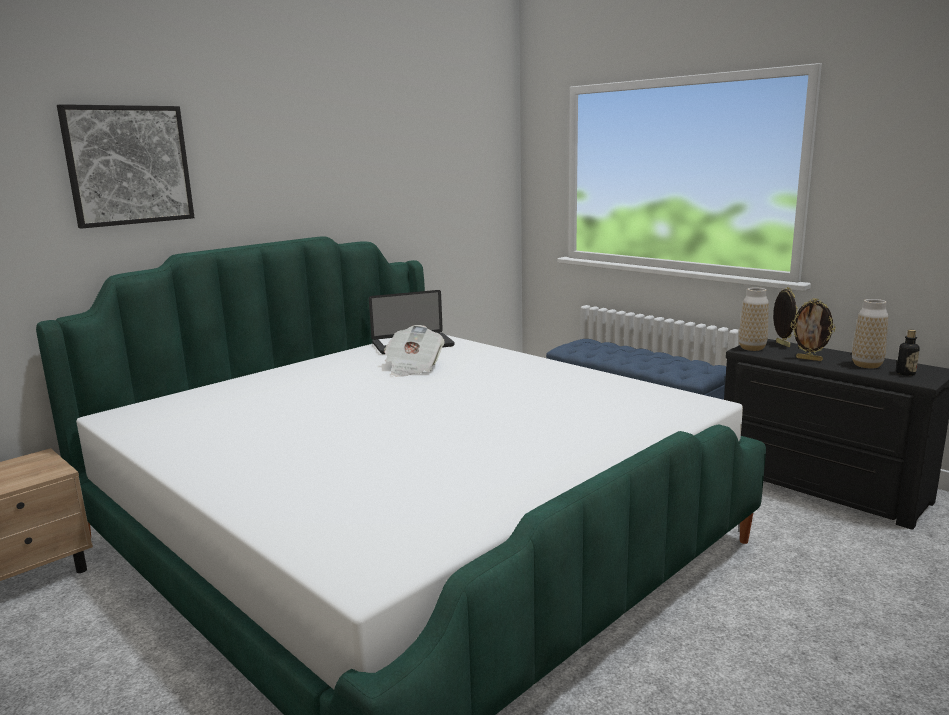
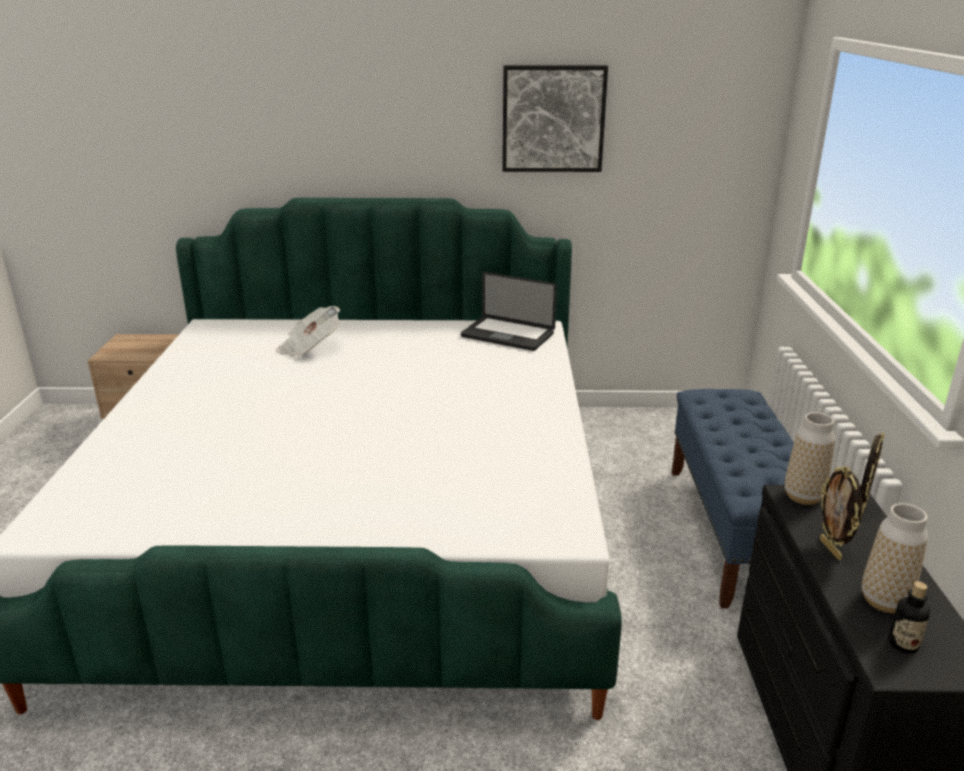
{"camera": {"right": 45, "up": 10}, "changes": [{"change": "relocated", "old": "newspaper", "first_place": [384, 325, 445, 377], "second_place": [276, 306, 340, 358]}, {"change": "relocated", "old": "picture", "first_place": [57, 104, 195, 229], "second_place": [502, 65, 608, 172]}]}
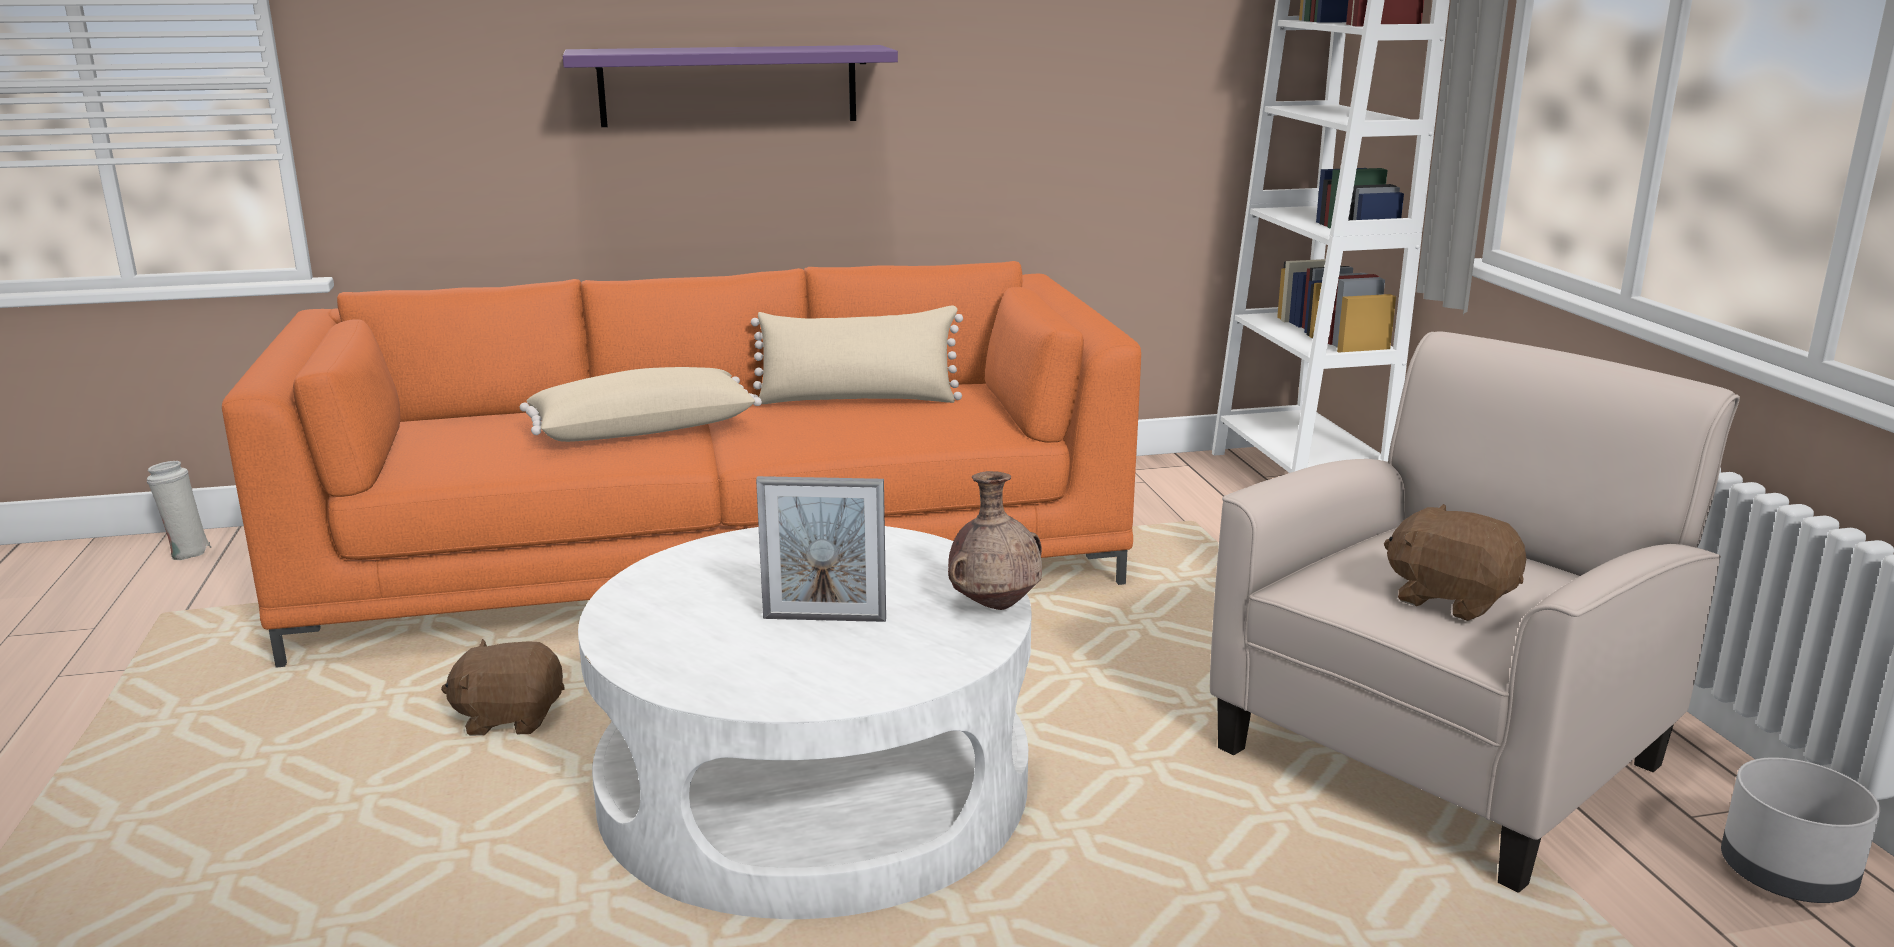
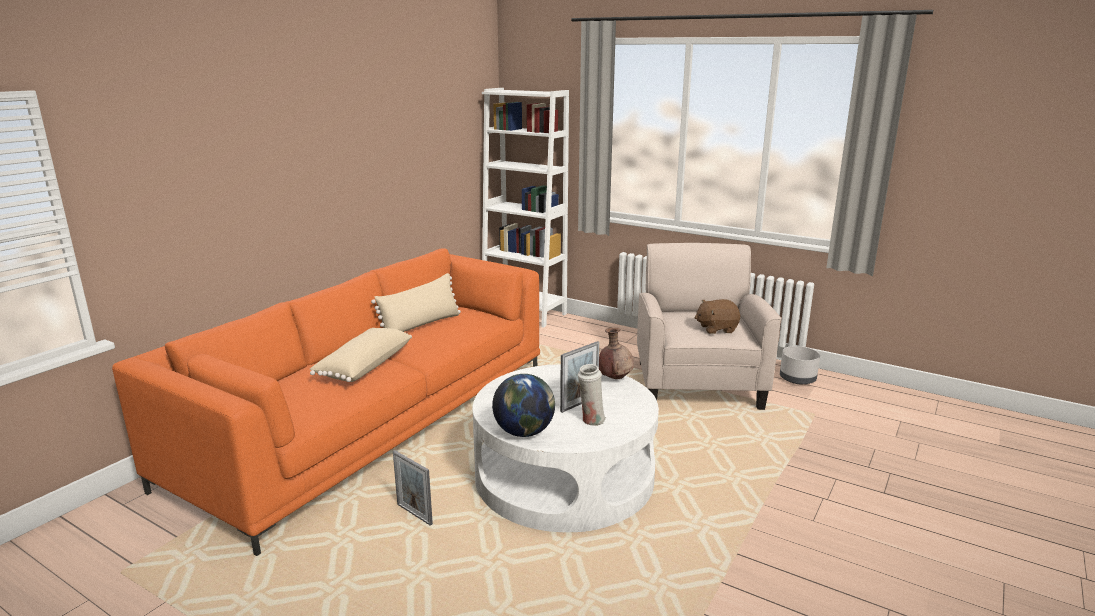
{"camera": {"right": -45, "up": 0}, "changes": [{"change": "exchanged", "old": "brown plush toy", "new": "picture frame", "first_place": [441, 639, 565, 736], "second_place": [393, 450, 433, 526]}, {"change": "appeared", "new": "globe", "second_place": [492, 374, 555, 437]}, {"change": "relocated", "old": "white vase", "first_place": [147, 461, 211, 560], "second_place": [578, 364, 606, 426]}, {"change": "missing", "old": "purple shelf", "first_place": [563, 45, 898, 127]}]}
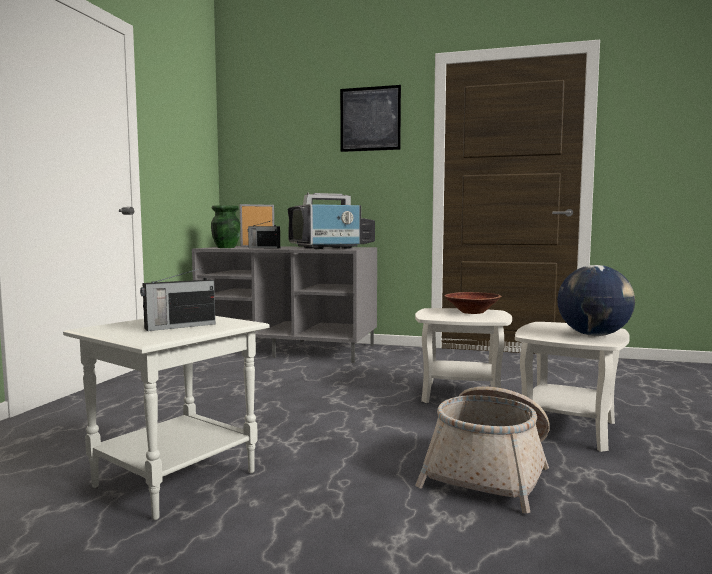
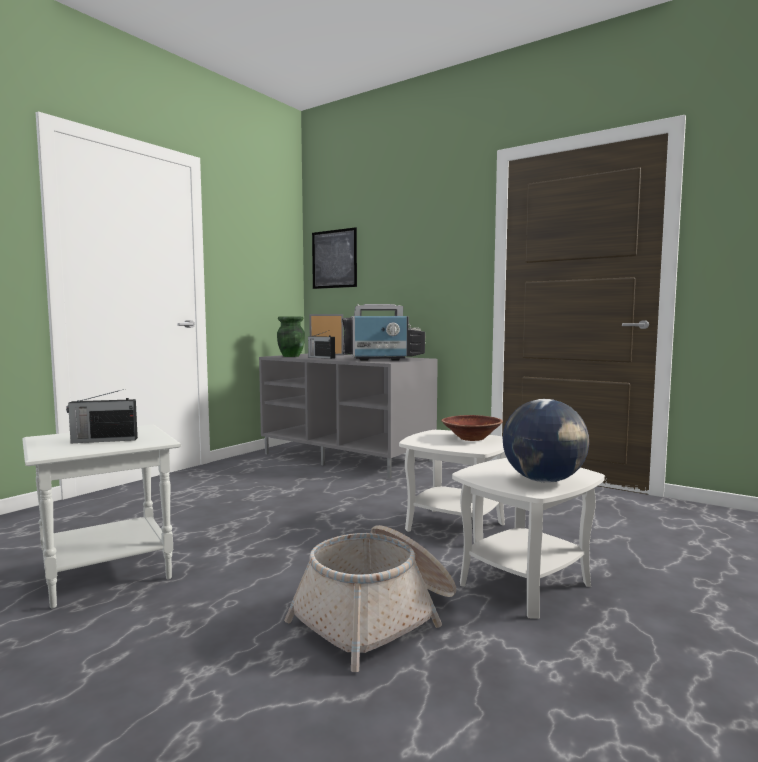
{"camera": {"right": 20, "up": 0}, "changes": [{"change": "relocated", "old": "picture", "first_place": [340, 85, 401, 152], "second_place": [312, 227, 357, 289]}]}
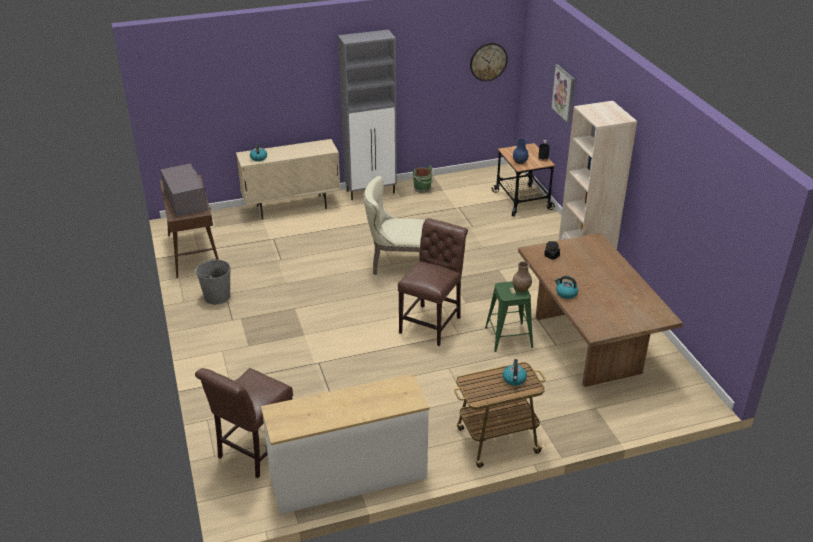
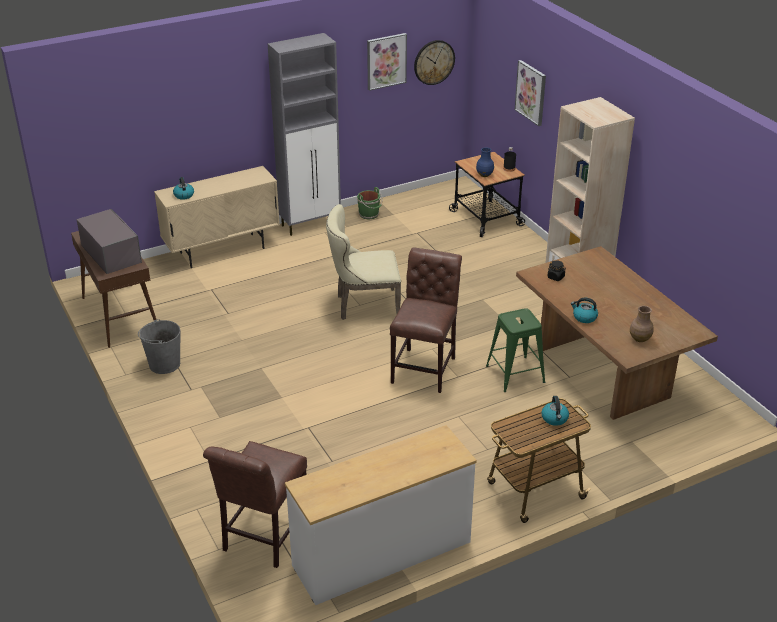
{"camera": {"right": -10, "up": 0}, "changes": [{"change": "appeared", "new": "picture", "second_place": [367, 33, 407, 91]}, {"change": "relocated", "old": "brown vase", "first_place": [512, 261, 532, 292], "second_place": [630, 306, 653, 342]}]}
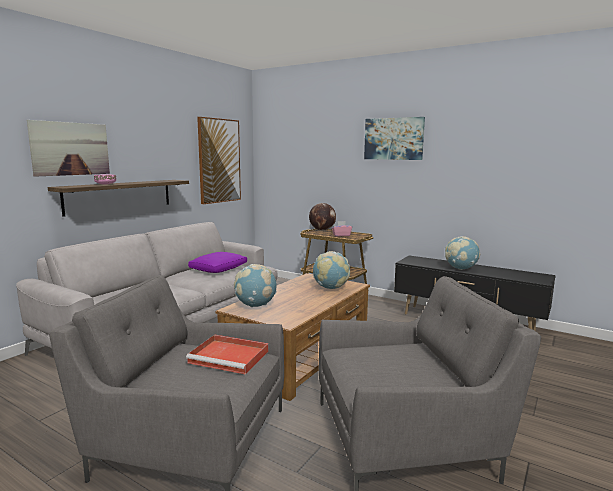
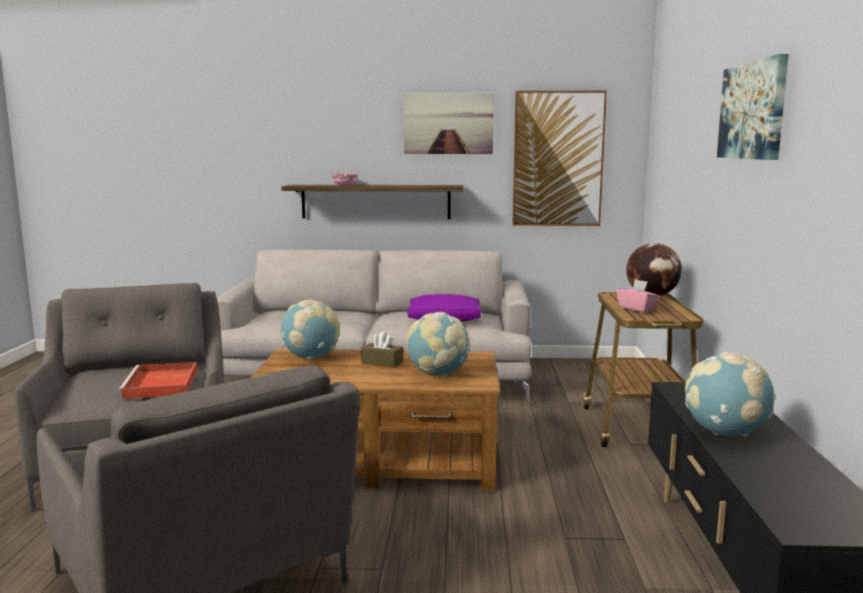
{"camera": {"right": 60, "up": 0}, "changes": [{"change": "appeared", "new": "brown tissue box", "second_place": [361, 332, 403, 368]}, {"change": "relocated", "old": "picture", "first_place": [27, 120, 110, 177], "second_place": [404, 93, 494, 154]}]}
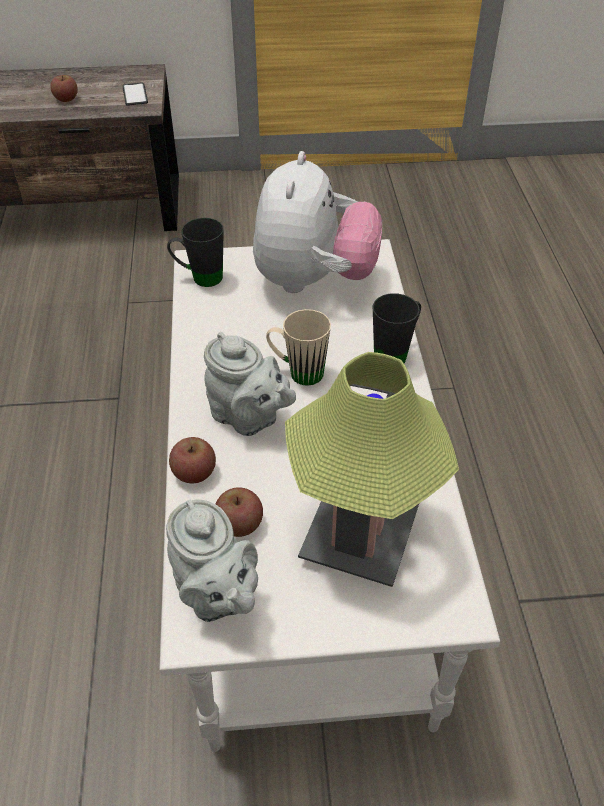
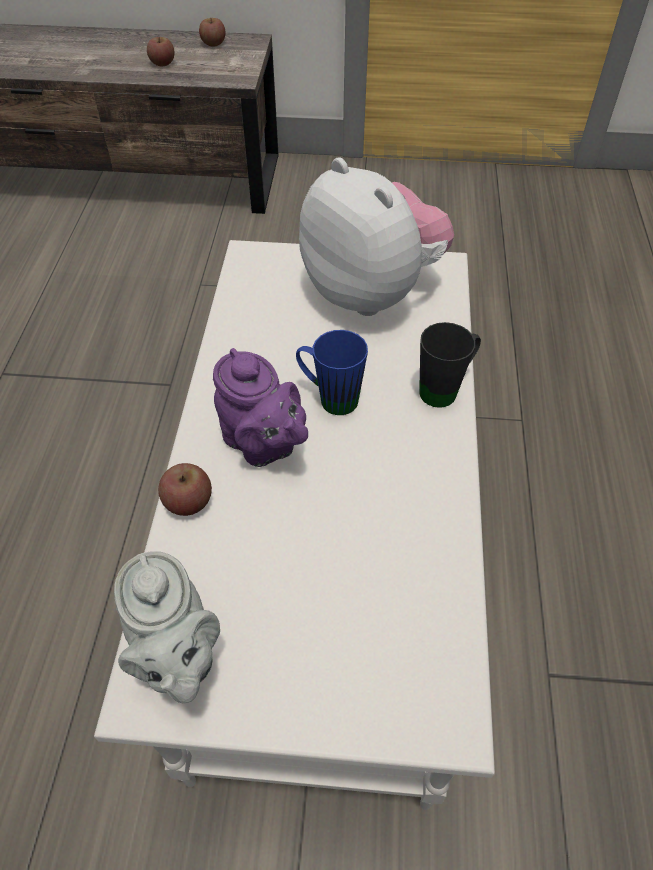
{"camera": {"right": 10, "up": 5}, "changes": [{"change": "relocated", "old": "apple", "first_place": [215, 487, 263, 537], "second_place": [199, 18, 226, 47]}, {"change": "colour", "old": "grey teapot", "new": "purple teapot", "first_place": [204, 332, 296, 436], "second_place": [213, 348, 308, 467]}, {"change": "colour", "old": "beige mug", "new": "blue mug", "first_place": [266, 309, 331, 386], "second_place": [296, 330, 368, 415]}, {"change": "spun", "old": "plush toy", "first_place": [253, 151, 382, 293], "second_place": [299, 157, 454, 316], "degrees": -60}, {"change": "missing", "old": "phone", "first_place": [122, 82, 148, 106]}, {"change": "missing", "old": "black mug", "first_place": [167, 218, 224, 287]}, {"change": "missing", "old": "table lamp", "first_place": [285, 352, 459, 587]}]}
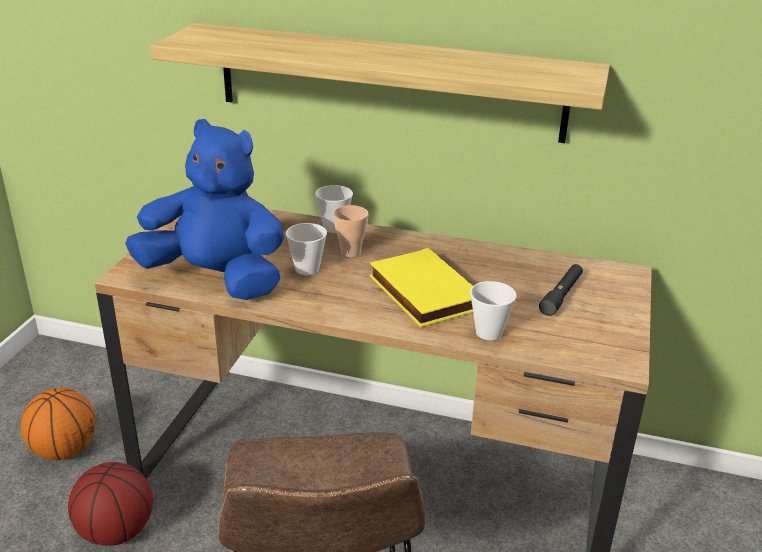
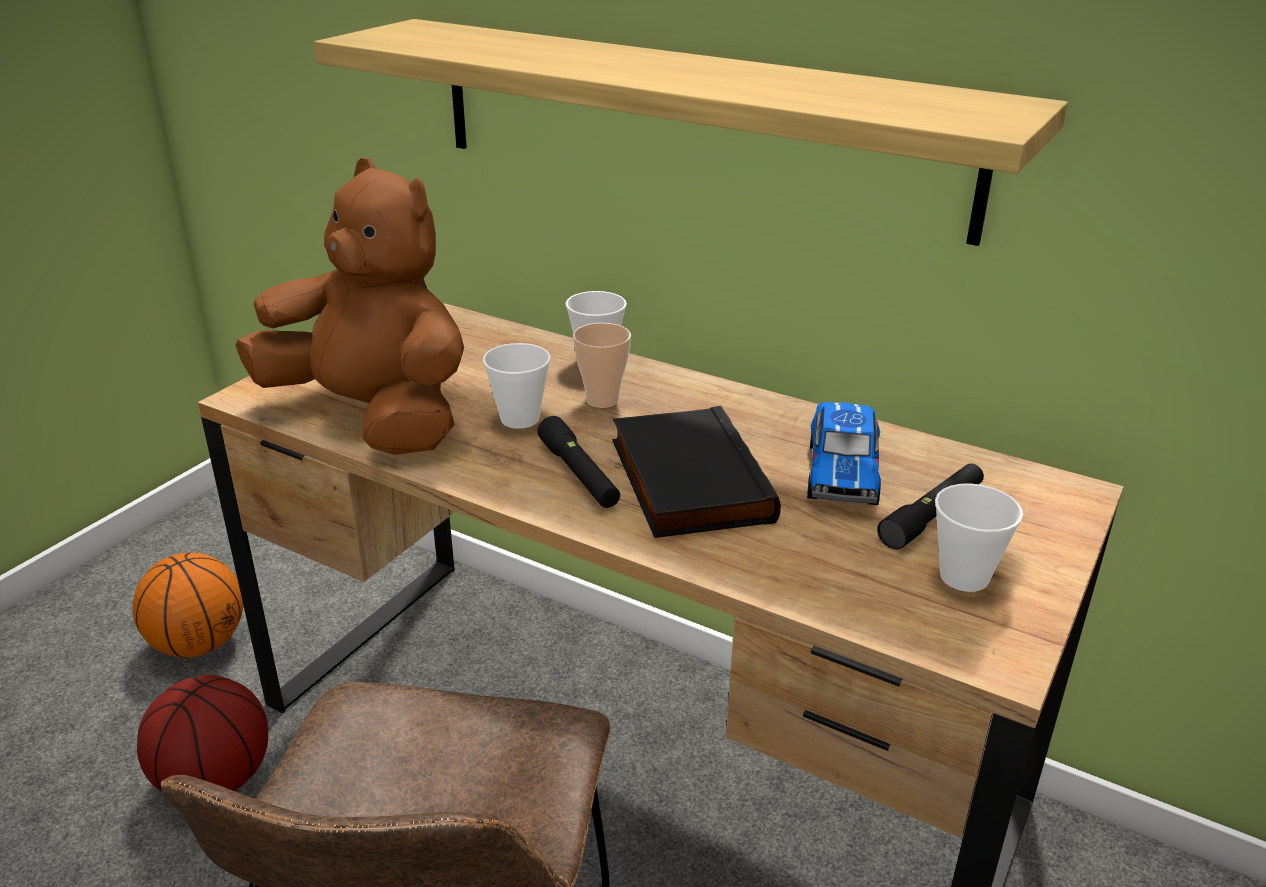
{"camera": {"right": 15, "up": 0}, "changes": [{"change": "colour", "old": "blue plush toy", "new": "brown plush toy", "first_place": [125, 119, 284, 300], "second_place": [235, 158, 464, 455]}, {"change": "appeared", "new": "black flashlight", "second_place": [537, 416, 620, 508]}, {"change": "colour", "old": "yellow book", "new": "black book", "first_place": [369, 248, 473, 327], "second_place": [612, 406, 781, 538]}, {"change": "appeared", "new": "toy car", "second_place": [807, 402, 881, 505]}, {"change": "relocated", "old": "cup", "first_place": [470, 281, 517, 340], "second_place": [935, 483, 1023, 592]}]}
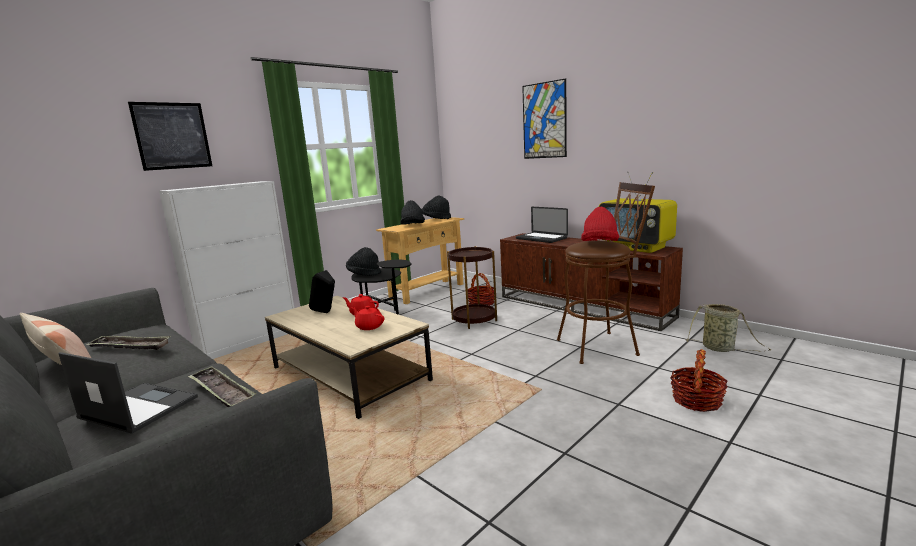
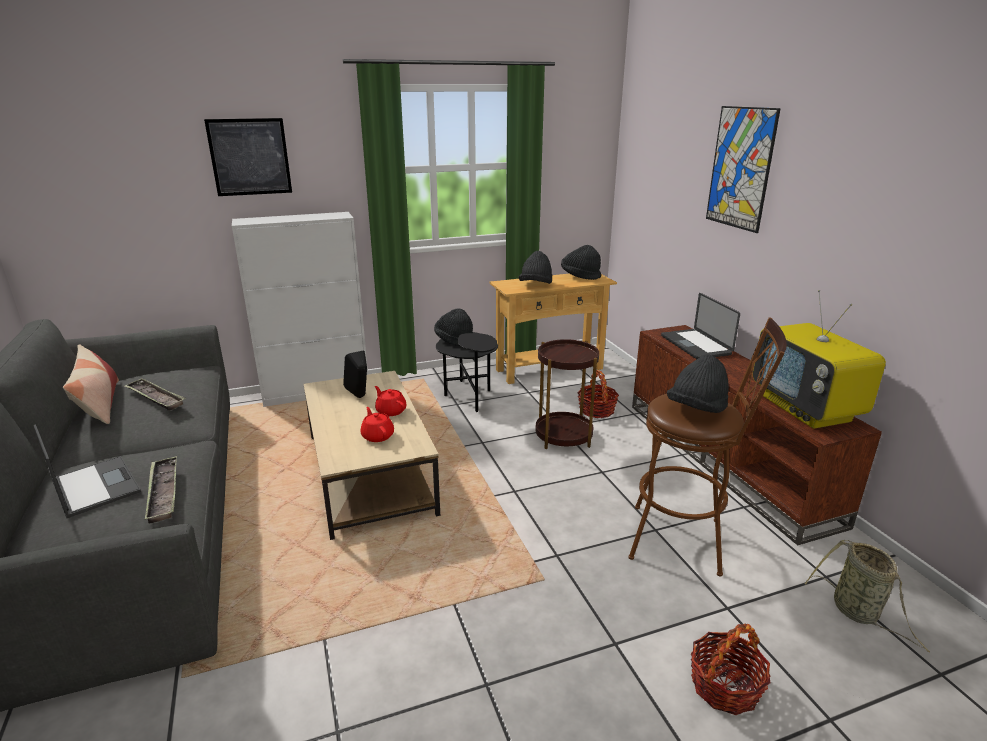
{"camera": {"right": 25, "up": 10}, "changes": [{"change": "colour", "old": "red hat", "new": "black hat", "first_place": [581, 207, 619, 241], "second_place": [667, 354, 729, 413]}]}
